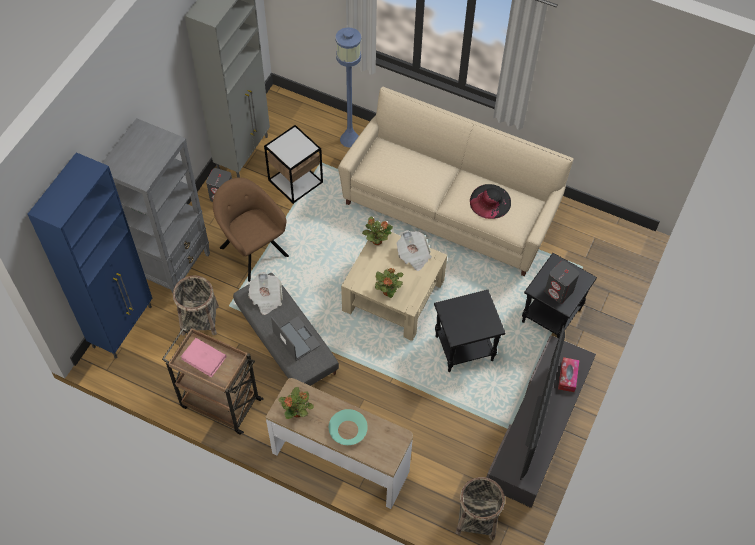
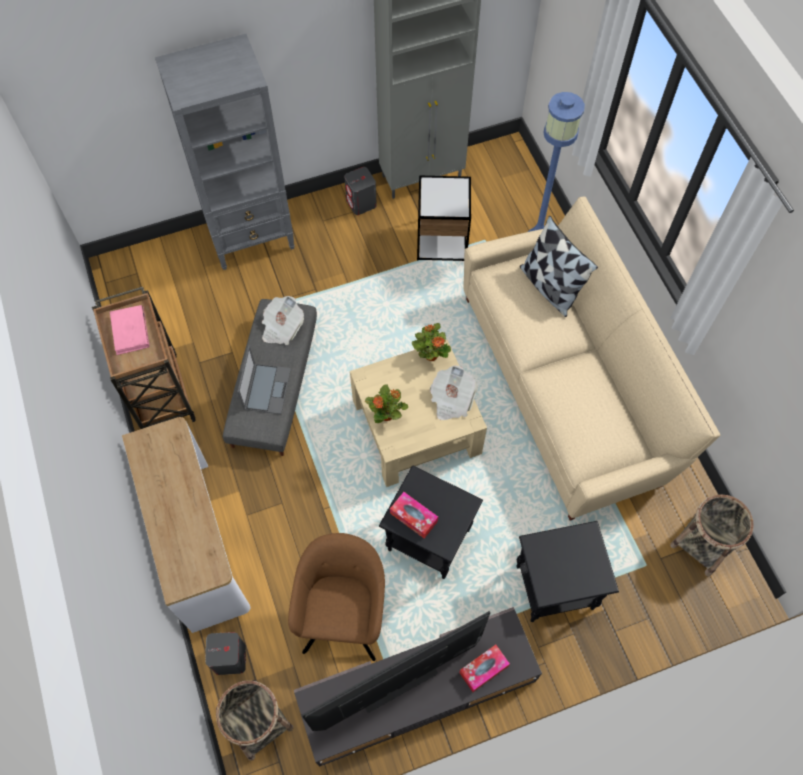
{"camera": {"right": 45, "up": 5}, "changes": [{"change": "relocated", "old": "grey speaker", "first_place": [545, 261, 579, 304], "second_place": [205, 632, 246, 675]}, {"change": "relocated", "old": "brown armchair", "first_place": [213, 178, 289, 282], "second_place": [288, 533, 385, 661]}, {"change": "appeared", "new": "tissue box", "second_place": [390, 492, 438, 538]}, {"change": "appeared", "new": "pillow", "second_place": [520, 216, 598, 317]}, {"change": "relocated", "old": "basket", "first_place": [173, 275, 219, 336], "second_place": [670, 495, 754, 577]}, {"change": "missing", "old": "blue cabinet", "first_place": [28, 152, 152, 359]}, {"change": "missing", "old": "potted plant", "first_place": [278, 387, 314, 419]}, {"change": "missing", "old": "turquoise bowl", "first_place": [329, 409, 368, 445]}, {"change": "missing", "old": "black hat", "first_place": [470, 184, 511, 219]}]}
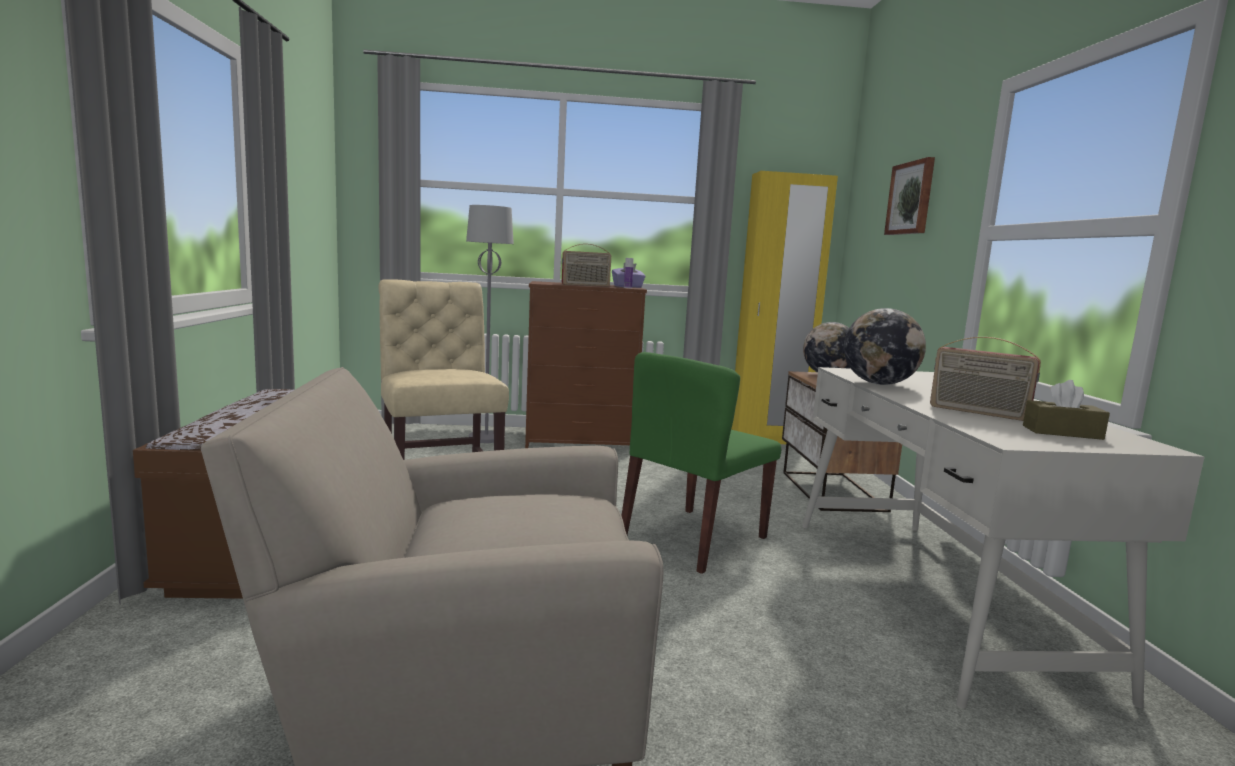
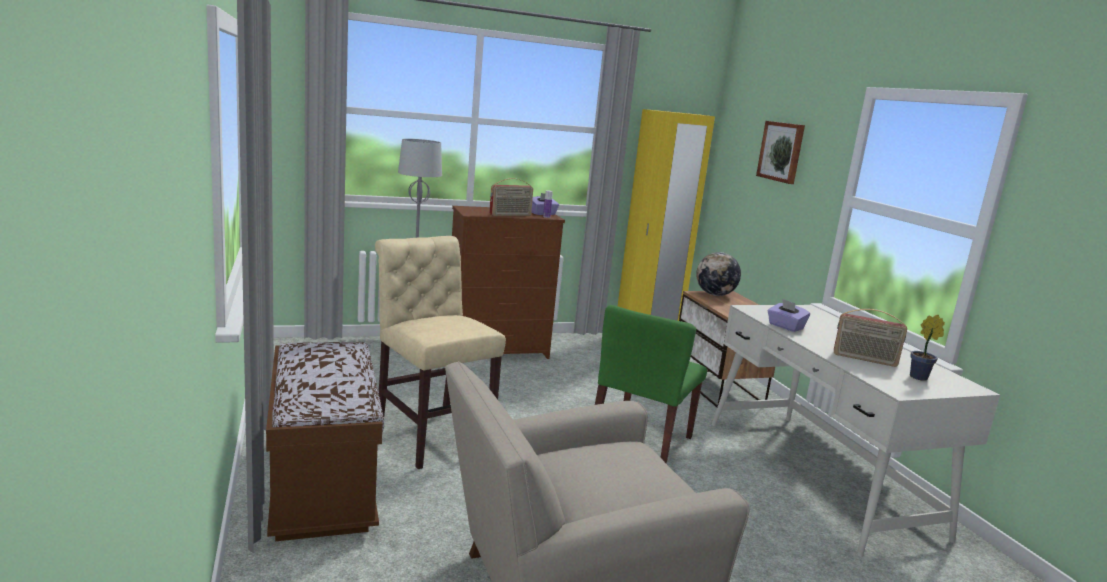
{"camera": {"right": -15, "up": 5}, "changes": [{"change": "exchanged", "old": "globe", "new": "purple tissue box", "first_place": [844, 308, 926, 385], "second_place": [768, 299, 810, 332]}, {"change": "exchanged", "old": "brown tissue box", "new": "potted plant", "first_place": [1023, 380, 1110, 440], "second_place": [910, 315, 945, 381]}]}
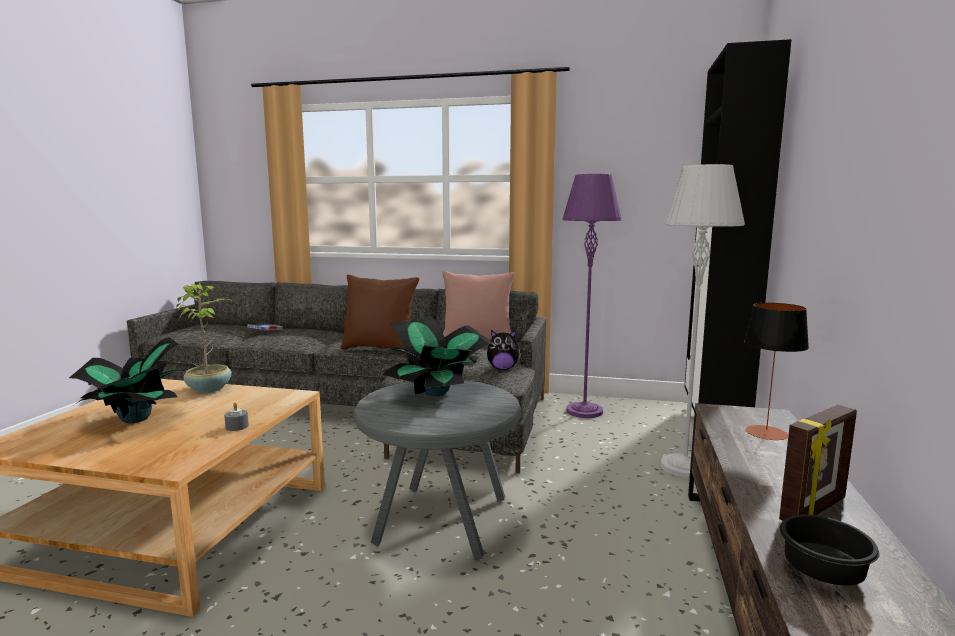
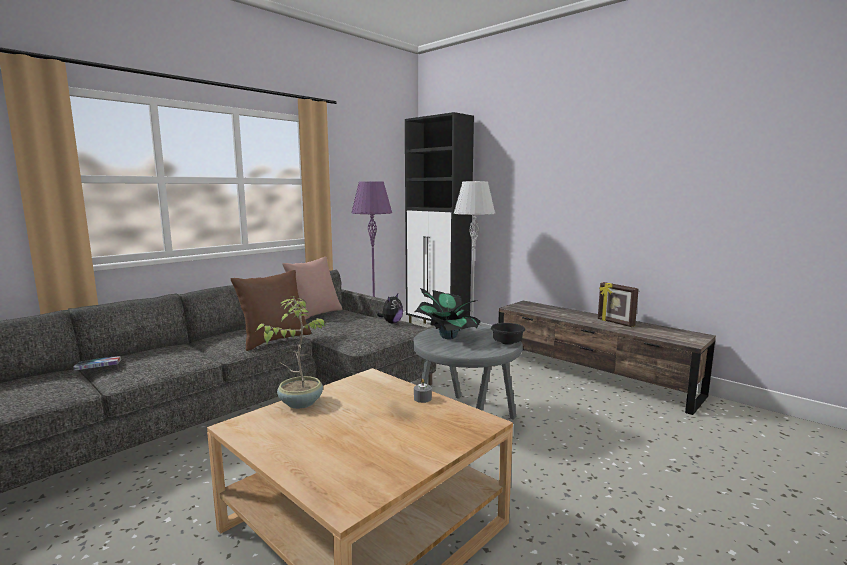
{"camera": {"right": -60, "up": 0}, "changes": [{"change": "relocated", "old": "black bowl", "first_place": [780, 514, 880, 586], "second_place": [491, 323, 525, 345]}, {"change": "spun", "old": "picture frame", "first_place": [779, 405, 857, 521], "second_place": [598, 282, 639, 327], "degrees": 150}, {"change": "missing", "old": "potted plant", "first_place": [69, 337, 190, 423]}, {"change": "missing", "old": "table lamp", "first_place": [744, 303, 809, 440]}]}
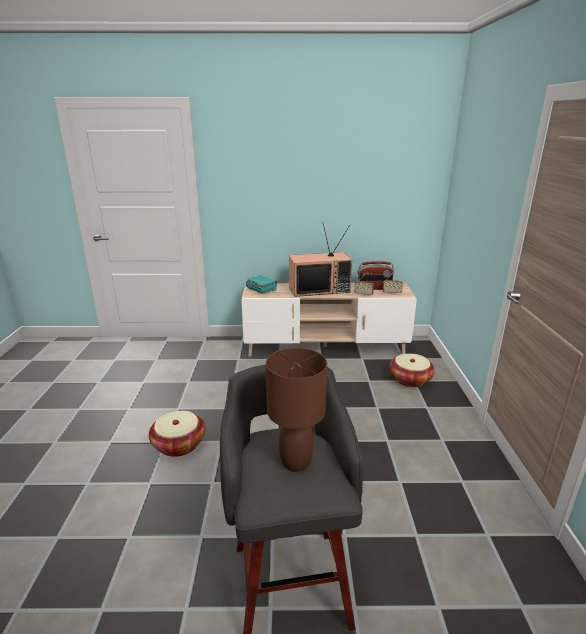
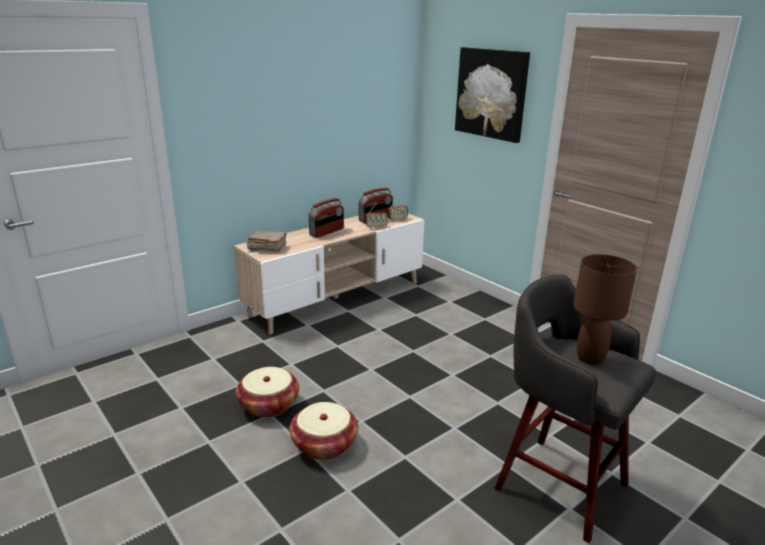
{"camera": {"right": -40, "up": 0}, "changes": [{"change": "relocated", "old": "basket", "first_place": [390, 353, 435, 387], "second_place": [236, 367, 299, 418]}, {"change": "colour", "old": "turquoise book", "new": "brown book", "first_place": [246, 275, 278, 294], "second_place": [246, 231, 287, 251]}, {"change": "exchanged", "old": "television", "new": "radio", "first_place": [289, 222, 352, 297], "second_place": [309, 198, 344, 238]}, {"change": "appeared", "new": "picture", "second_place": [455, 47, 530, 143]}]}
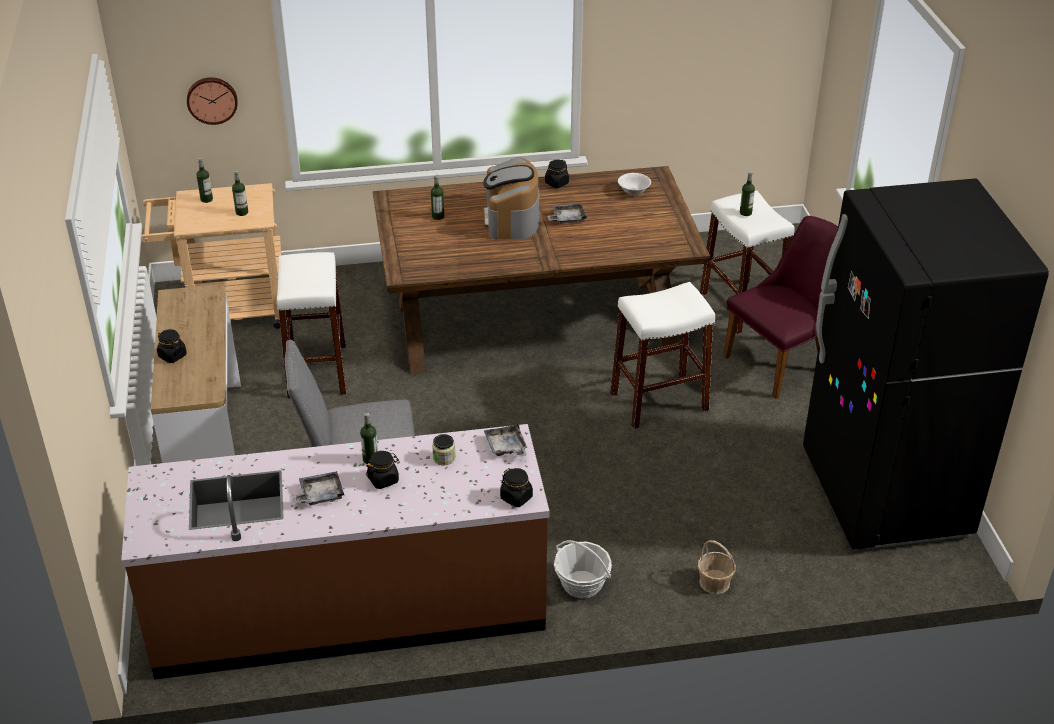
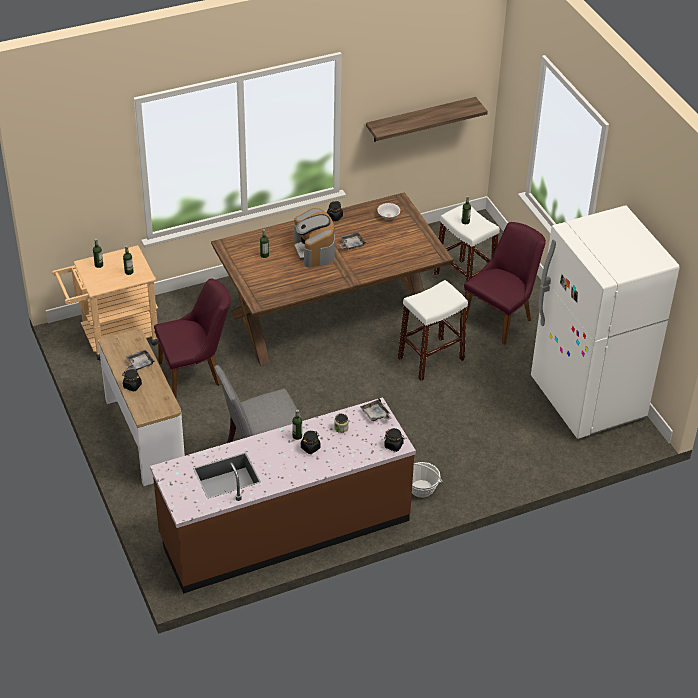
{"camera": {"right": -15, "up": 5}, "changes": [{"change": "relocated", "old": "grey tray", "first_place": [292, 471, 344, 506], "second_place": [126, 350, 155, 370]}, {"change": "exchanged", "old": "white stool", "new": "purple chair", "first_place": [277, 252, 347, 398], "second_place": [154, 279, 231, 398]}, {"change": "appeared", "new": "shelf", "second_place": [366, 97, 488, 142]}, {"change": "colour", "old": "black fridge", "new": "white fridge", "first_place": [803, 178, 1049, 550], "second_place": [531, 205, 679, 439]}, {"change": "missing", "old": "wall clock", "first_place": [187, 77, 238, 125]}, {"change": "missing", "old": "basket", "first_place": [698, 540, 736, 594]}]}
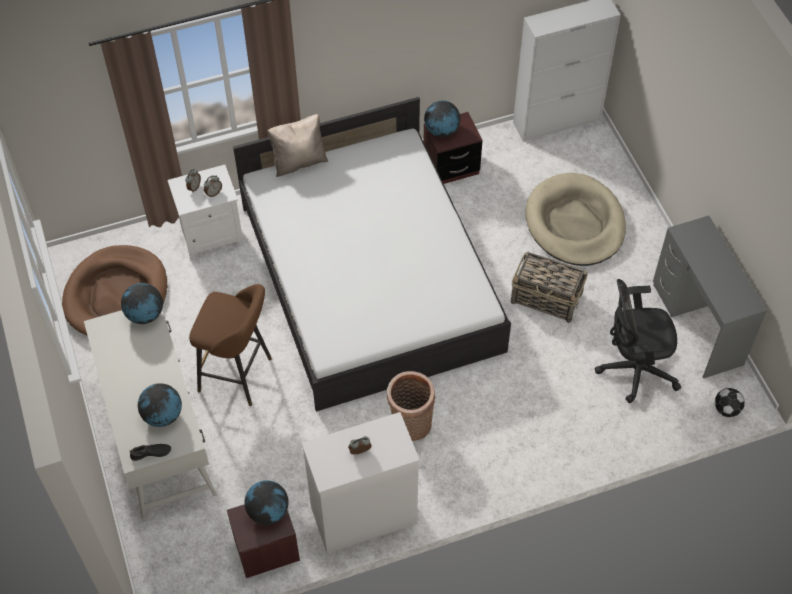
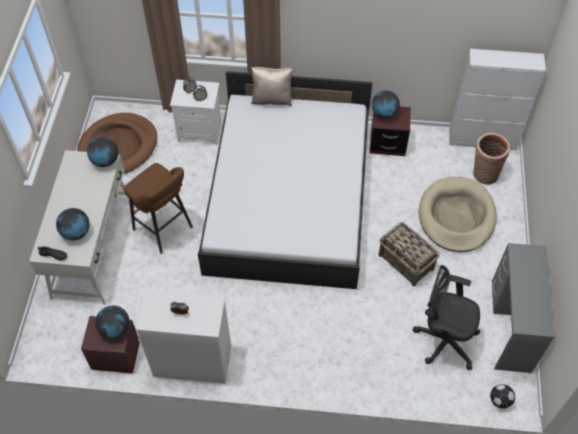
{"camera": {"right": 25, "up": 0}, "changes": [{"change": "relocated", "old": "basket", "first_place": [387, 371, 435, 441], "second_place": [473, 133, 510, 185]}]}
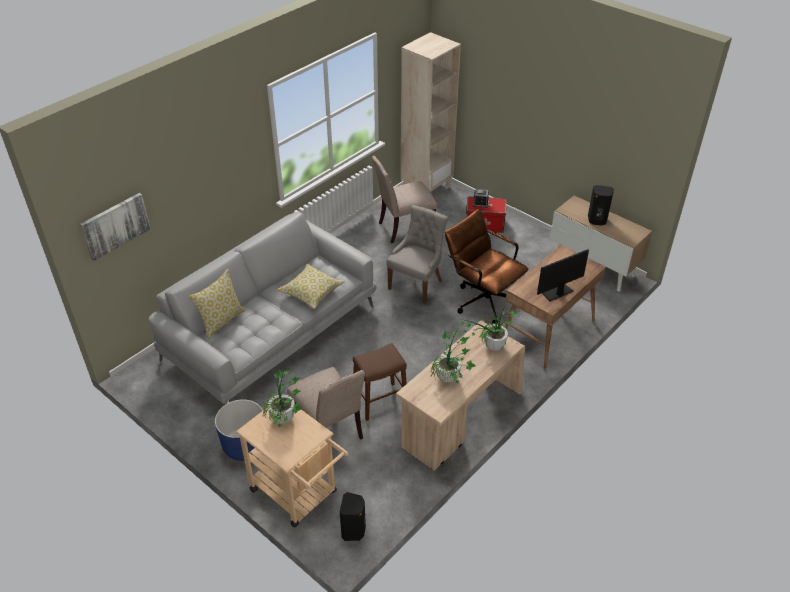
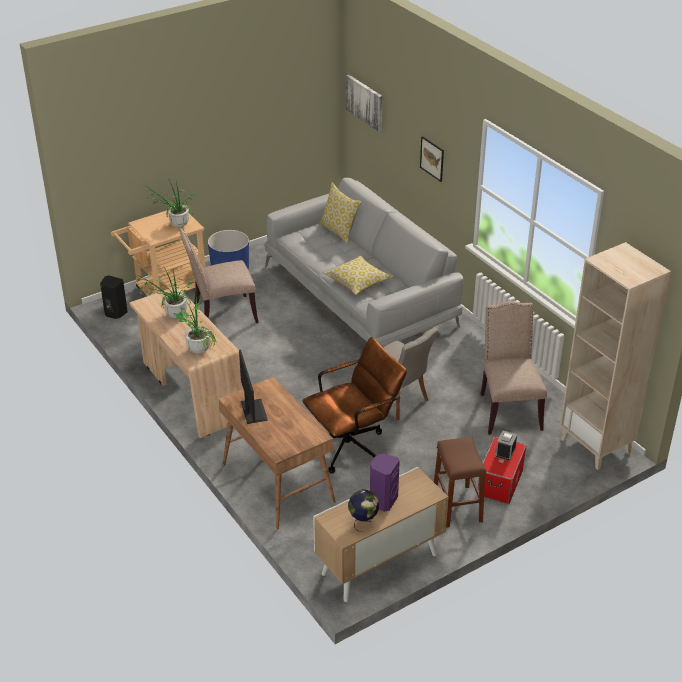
{"camera": {"right": 105, "up": -5}, "changes": [{"change": "appeared", "new": "globe", "second_place": [348, 490, 379, 532]}, {"change": "colour", "old": "black speaker", "new": "purple speaker", "first_place": [588, 185, 614, 226], "second_place": [370, 454, 400, 512]}, {"change": "appeared", "new": "picture", "second_place": [420, 136, 444, 182]}, {"change": "relocated", "old": "brown stool", "first_place": [353, 343, 407, 421], "second_place": [434, 437, 486, 527]}]}
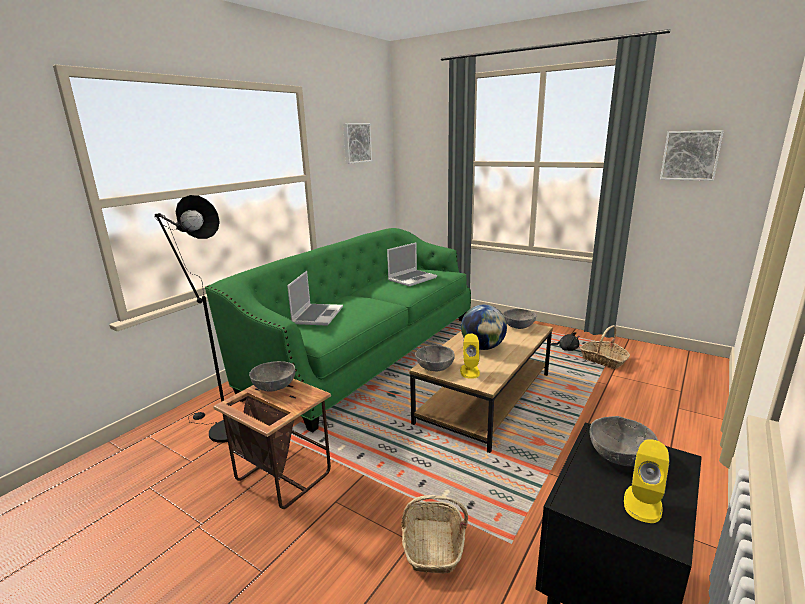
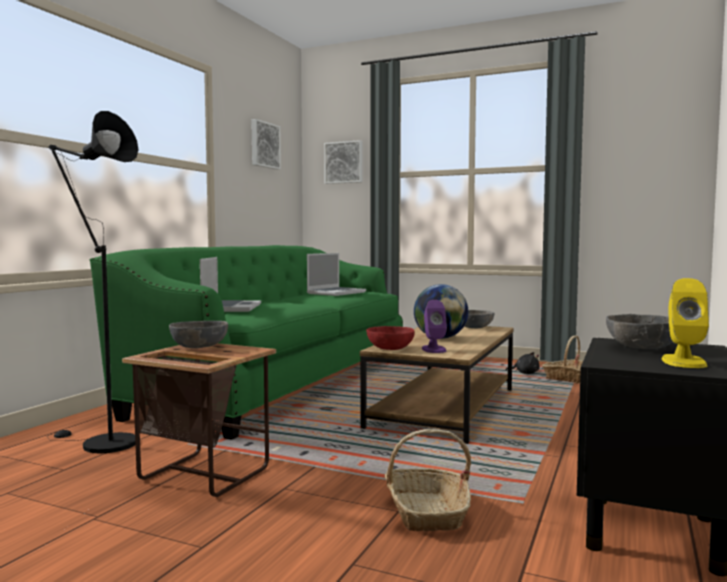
{"camera": {"right": -10, "up": -15}, "changes": [{"change": "relocated", "old": "picture", "first_place": [660, 130, 724, 181], "second_place": [324, 140, 363, 184]}, {"change": "colour", "old": "grey bowl", "new": "red bowl", "first_place": [415, 345, 455, 371], "second_place": [366, 326, 415, 350]}, {"change": "colour", "old": "yellow speaker", "new": "purple speaker", "first_place": [460, 334, 480, 379], "second_place": [422, 300, 447, 353]}]}
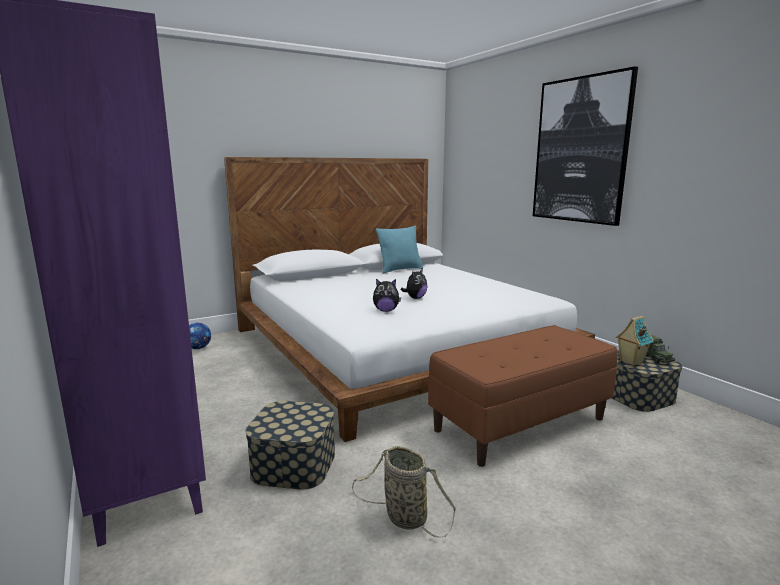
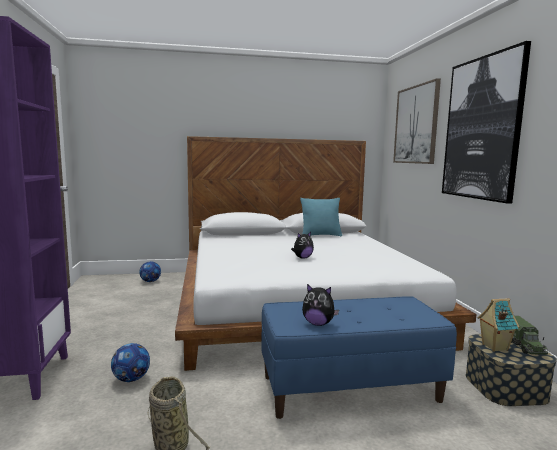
{"camera": {"right": 20, "up": -5}, "changes": [{"change": "exchanged", "old": "storage box", "new": "football", "first_place": [245, 401, 335, 490], "second_place": [111, 343, 150, 382]}, {"change": "colour", "old": "brown bench", "new": "blue bench", "first_place": [428, 325, 618, 467], "second_place": [262, 296, 457, 419]}, {"change": "relocated", "old": "plush toy", "first_place": [373, 279, 401, 312], "second_place": [302, 284, 339, 326]}, {"change": "appeared", "new": "picture", "second_place": [393, 78, 441, 164]}]}
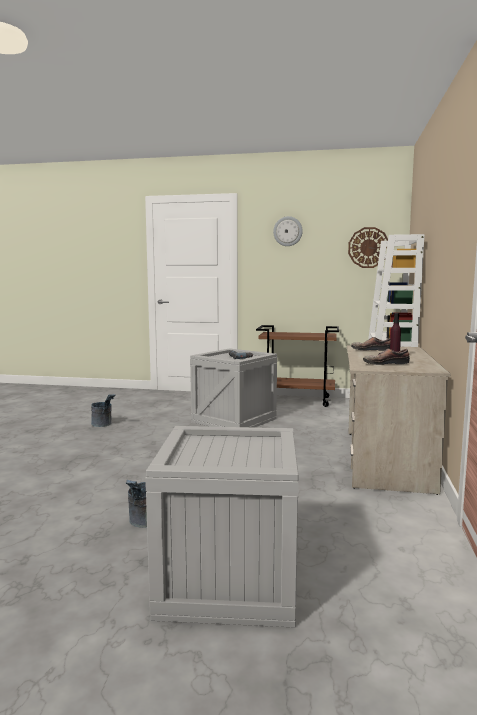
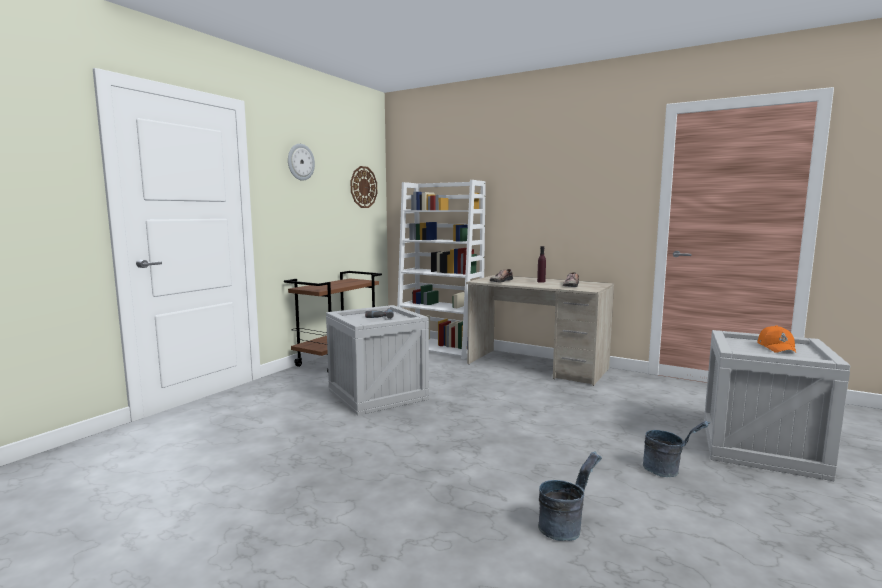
{"camera": {"right": -70, "up": 0}, "changes": [{"change": "relocated", "old": "grey bucket", "first_place": [91, 394, 116, 427], "second_place": [538, 452, 602, 541]}, {"change": "appeared", "new": "orange cap", "second_place": [757, 325, 796, 353]}]}
